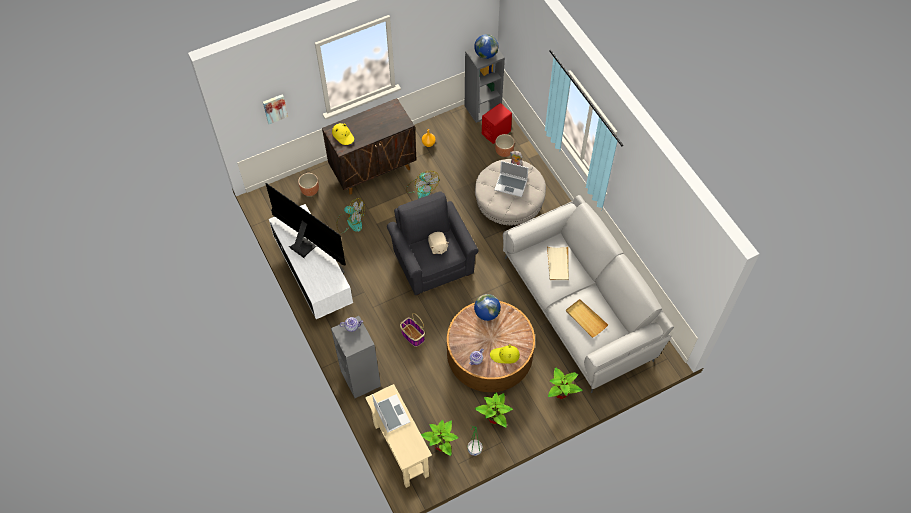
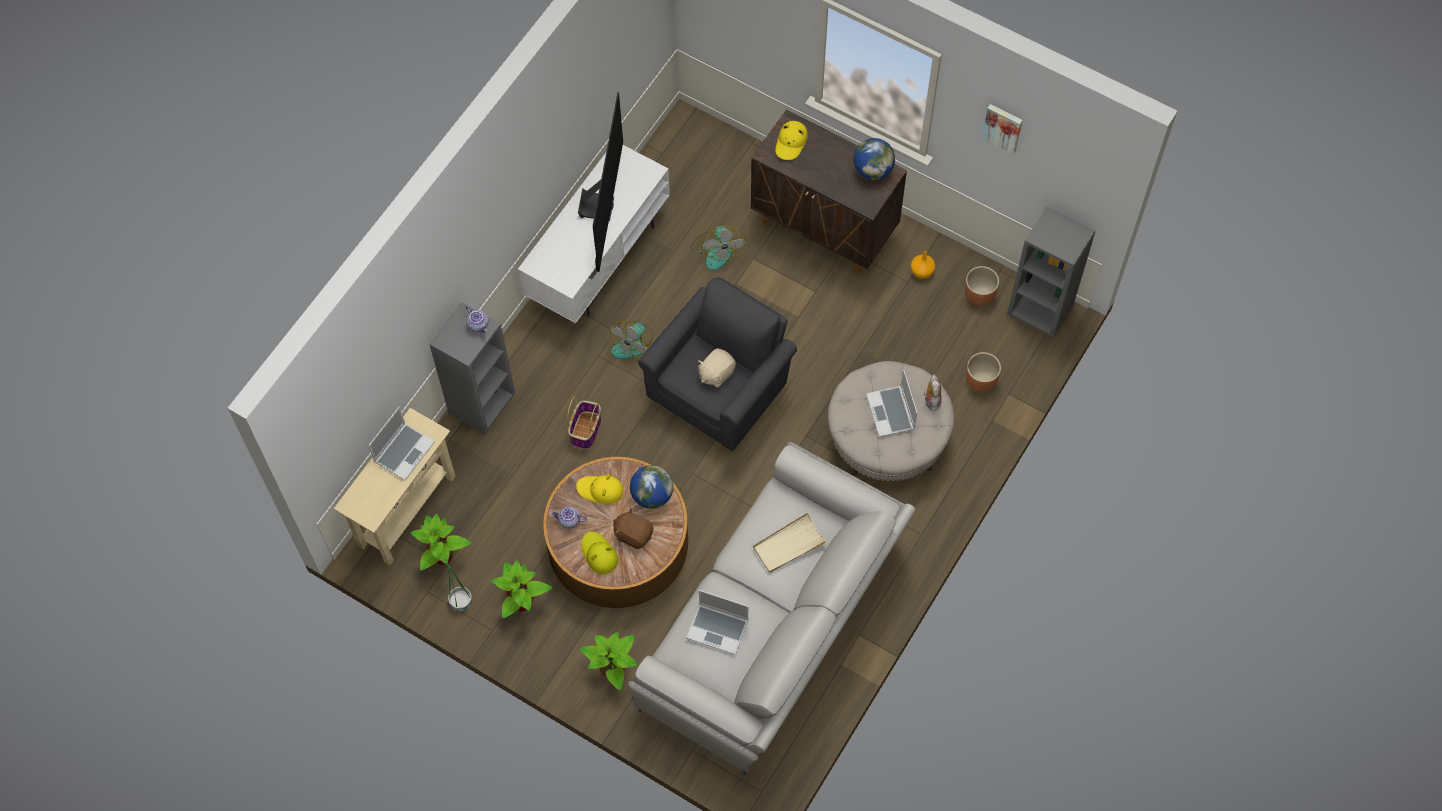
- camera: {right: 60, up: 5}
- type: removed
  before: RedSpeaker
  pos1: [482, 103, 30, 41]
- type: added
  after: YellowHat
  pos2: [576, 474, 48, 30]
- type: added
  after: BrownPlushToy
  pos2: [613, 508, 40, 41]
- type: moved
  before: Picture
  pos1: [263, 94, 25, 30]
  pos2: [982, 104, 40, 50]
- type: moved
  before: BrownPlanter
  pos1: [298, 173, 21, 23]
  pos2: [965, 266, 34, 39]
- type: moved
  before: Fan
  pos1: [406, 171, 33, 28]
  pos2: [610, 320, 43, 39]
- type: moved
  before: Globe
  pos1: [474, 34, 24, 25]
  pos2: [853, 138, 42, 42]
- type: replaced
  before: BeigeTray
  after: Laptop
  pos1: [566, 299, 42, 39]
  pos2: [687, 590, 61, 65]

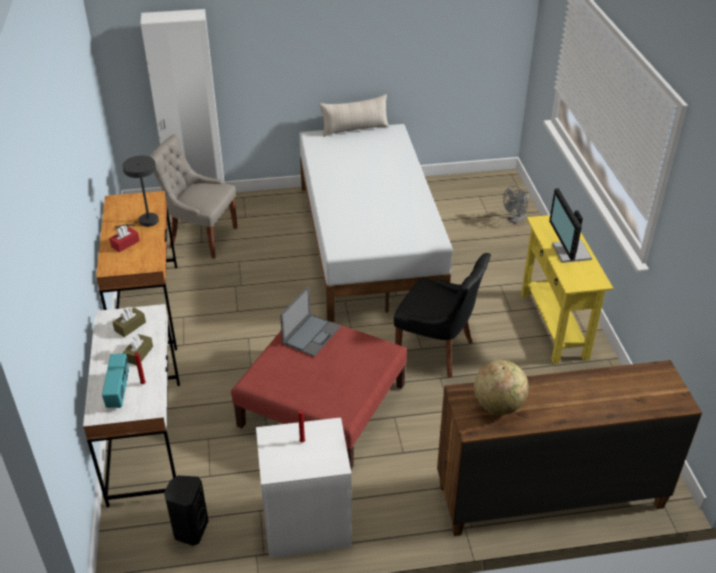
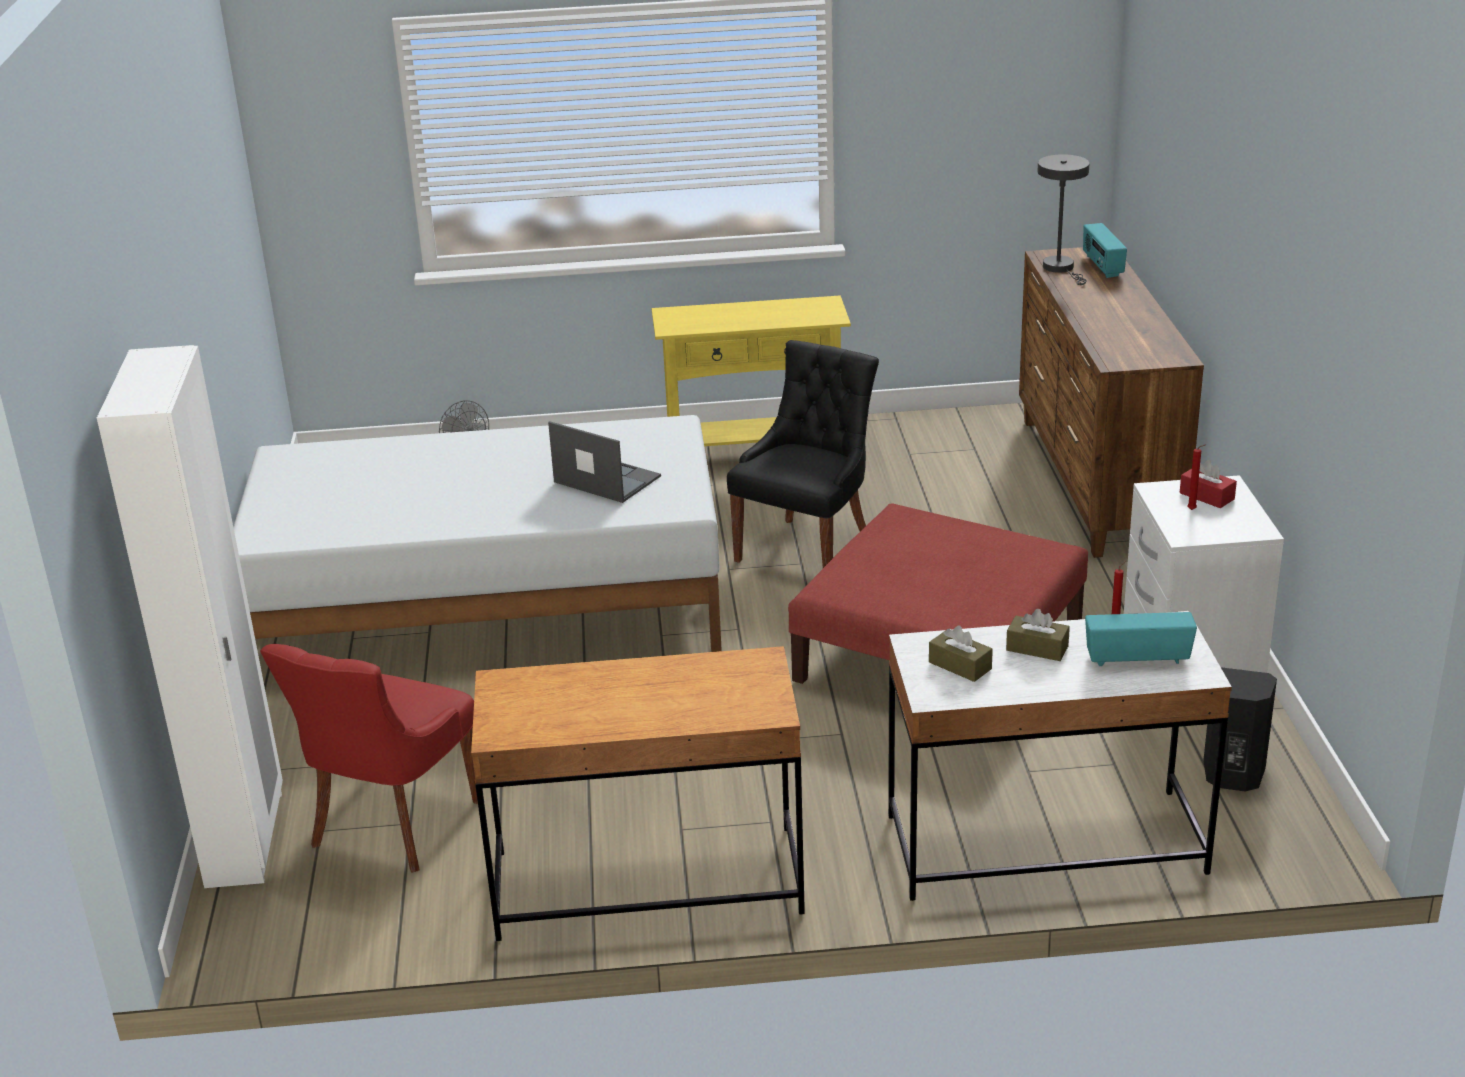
- camera: {right: -85, up: -10}
- type: removed
  before: BeigePillow
  pos1: [319, 94, 70, 43]
- type: removed
  before: Globe
  pos1: [474, 360, 55, 55]
- type: removed
  before: Monitor
  pos1: [549, 188, 43, 75]
- type: added
  after: Radio
  pos2: [1083, 223, 44, 55]
- type: moved
  before: RedTissueBox
  pos1: [109, 226, 31, 26]
  pos2: [1180, 460, 57, 48]
- type: moved
  before: GreyTableLamp
  pos1: [115, 155, 44, 74]
  pos2: [1037, 154, 53, 131]
- type: moved
  before: Laptop
  pos1: [280, 286, 61, 71]
  pos2: [548, 421, 113, 82]
- type: recoloured
  before: GreyChair
  after: RedChair
  pos1: [150, 134, 87, 125]
  pos2: [260, 644, 218, 229]

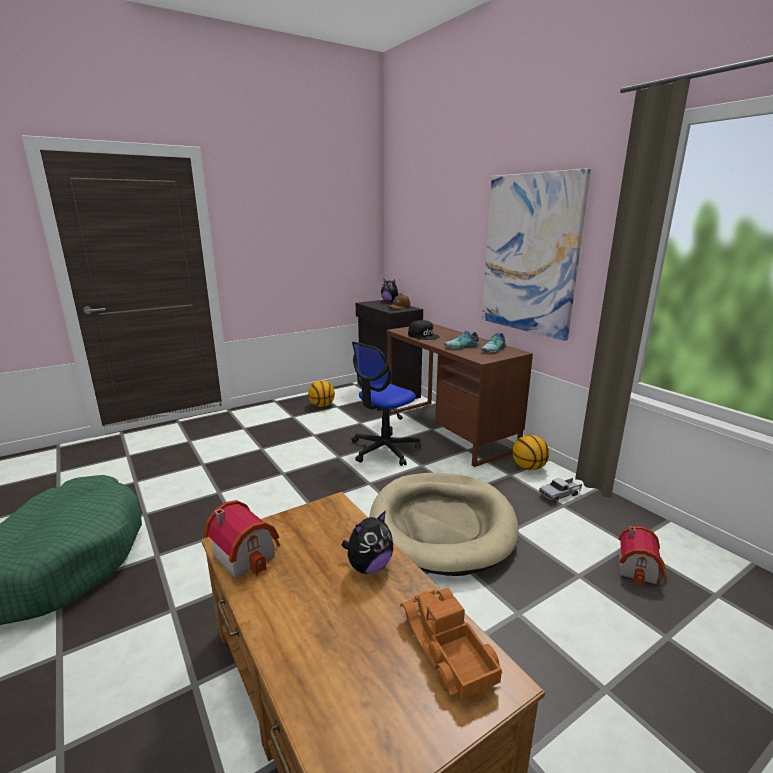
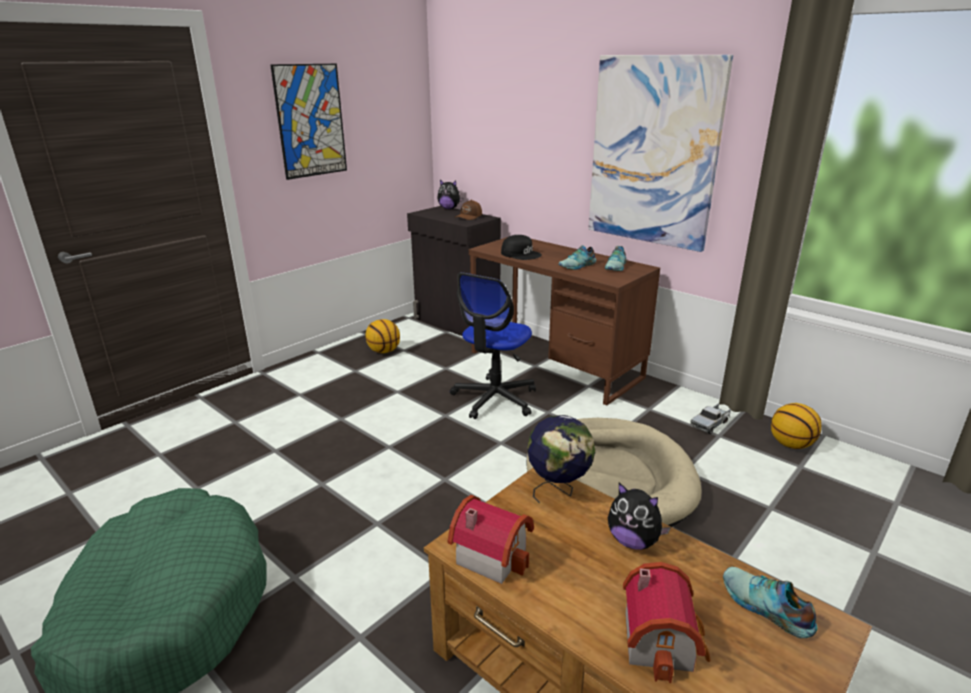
- camera: {right: -15, up: 5}
- type: added
  after: Picture
  pos2: [270, 64, 77, 116]
- type: added
  after: Globe
  pos2: [527, 415, 68, 89]
- type: moved
  before: Basketball
  pos1: [513, 435, 36, 35]
  pos2: [771, 403, 51, 46]
- type: moved
  before: ToyHouse
  pos1: [619, 526, 48, 60]
  pos2: [623, 562, 88, 121]
- type: replaced
  before: ToyTruck
  after: Shoe
  pos1: [400, 588, 102, 111]
  pos2: [723, 567, 95, 71]
- type: turned
  before: PlushToy
  pos1: [341, 510, 52, 64]
  pos2: [608, 483, 63, 67]
  turn: 90

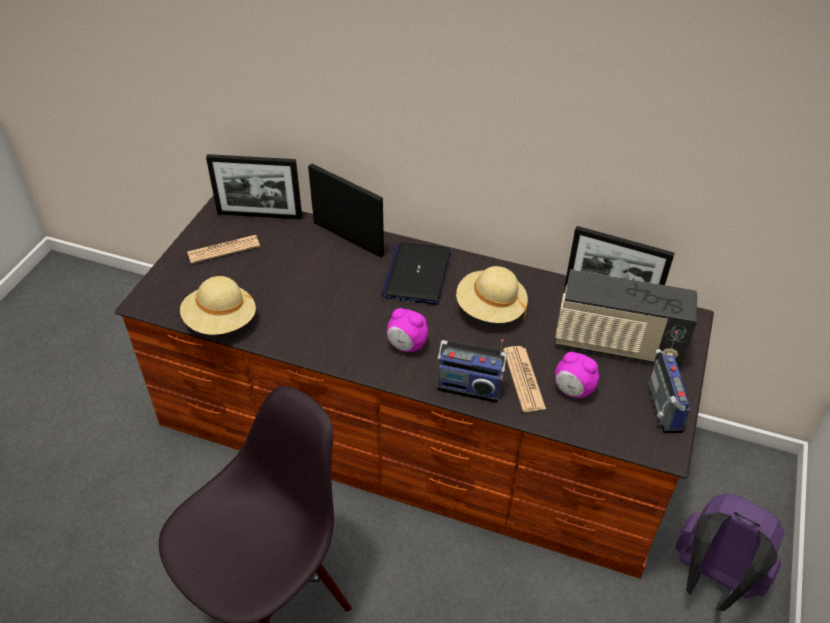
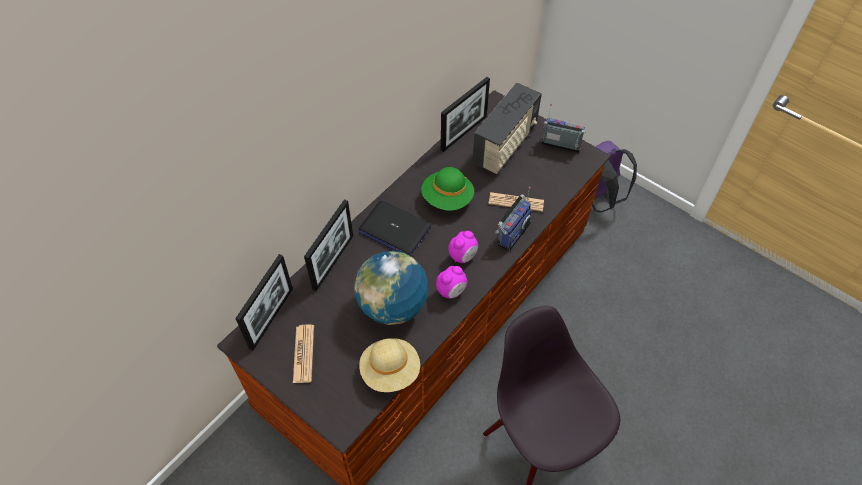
- camera: {right: -70, up: 10}
- type: added
  after: Globe
  pos2: [354, 251, 74, 74]
- type: moved
  before: AlarmClock
  pos1: [555, 352, 44, 46]
  pos2: [436, 266, 31, 33]
- type: recoloured
  before: BeigeHat
  after: GreenHat
  pos1: [456, 266, 72, 57]
  pos2: [421, 167, 53, 44]
- type: turned
  before: PictureFrame
  pos1: [308, 163, 76, 95]
  pos2: [304, 199, 49, 92]
  turn: 150

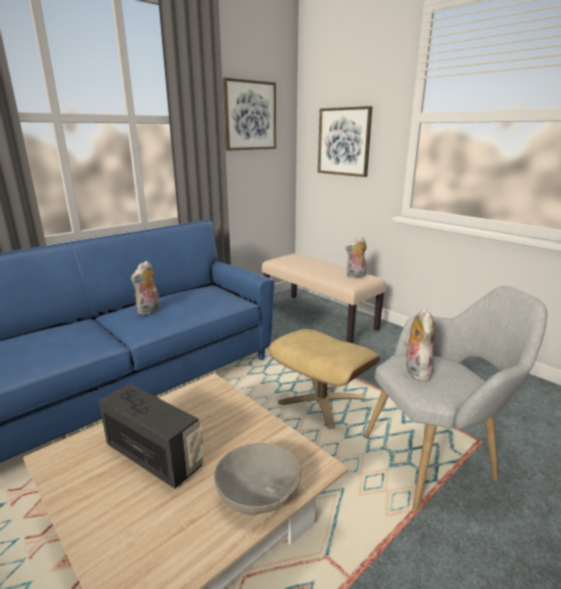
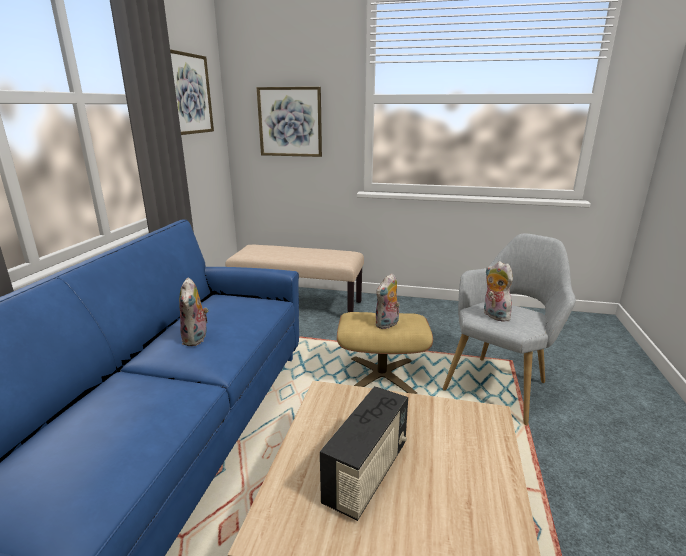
- camera: {right: -35, up: 0}
- type: removed
  before: GreyBowl
  pos1: [214, 443, 87, 72]
- type: moved
  before: PlushToy
  pos1: [345, 237, 22, 41]
  pos2: [375, 273, 25, 56]
- type: turned
  before: Radio
  pos1: [99, 384, 105, 105]
  pos2: [320, 386, 88, 135]
  turn: 120

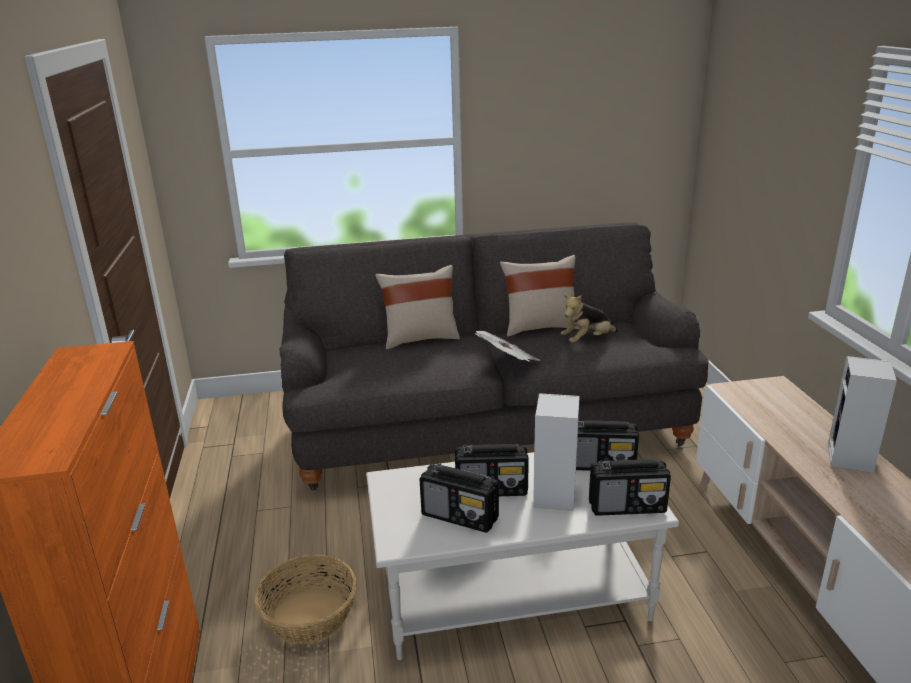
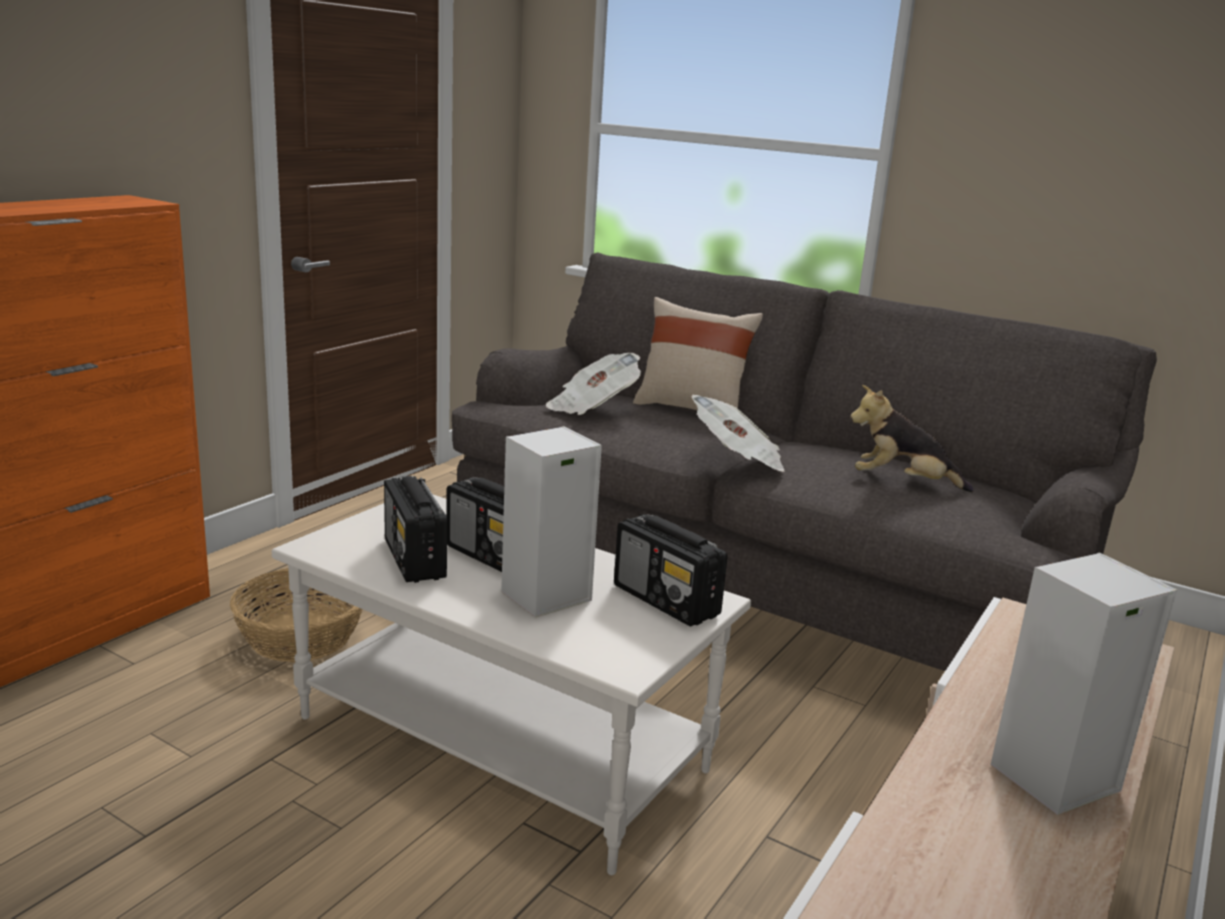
- camera: {right: 40, up: -5}
- type: removed
  before: BeigePillow
  pos1: [500, 255, 79, 82]
- type: removed
  before: Radio
  pos1: [589, 459, 82, 57]
- type: added
  after: Newspaper
  pos2: [546, 353, 95, 62]

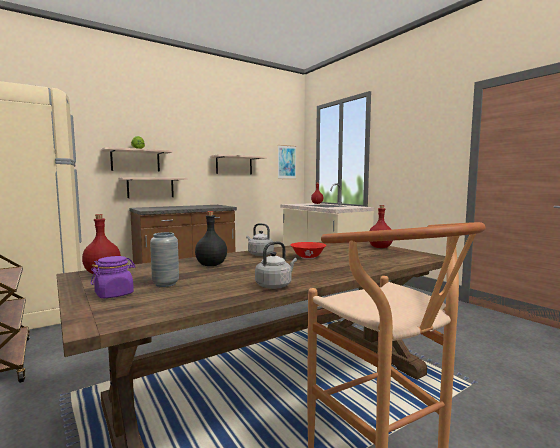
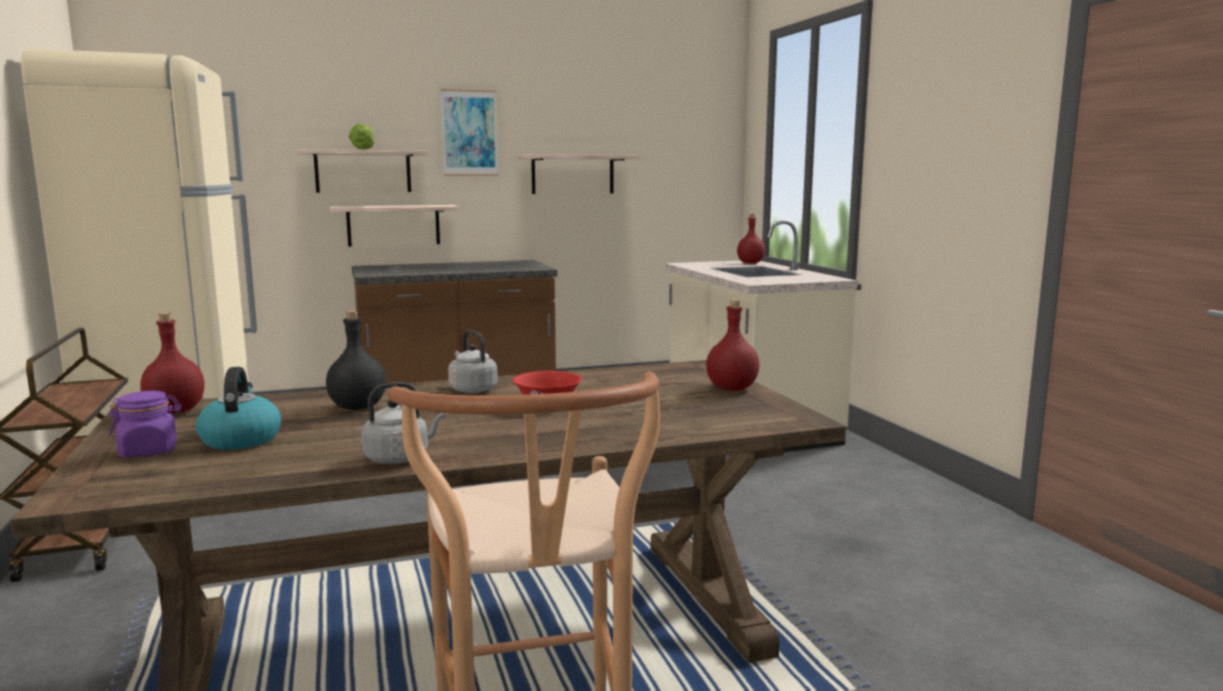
- camera: {right: 15, up: 5}
- type: moved
  before: Picture
  pos1: [278, 145, 18, 34]
  pos2: [440, 89, 59, 87]
- type: replaced
  before: GreyVase
  after: Kettle
  pos1: [150, 232, 29, 55]
  pos2: [196, 367, 85, 83]

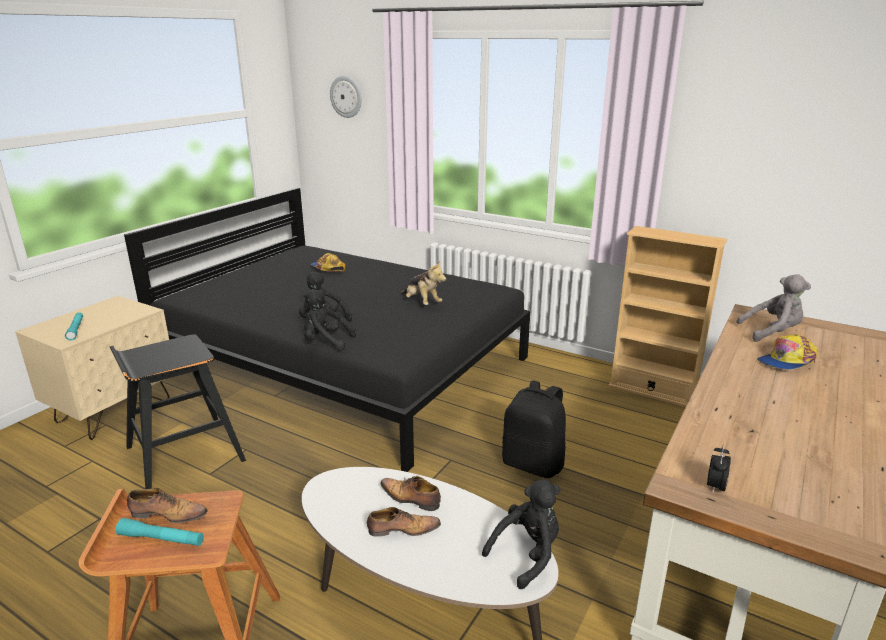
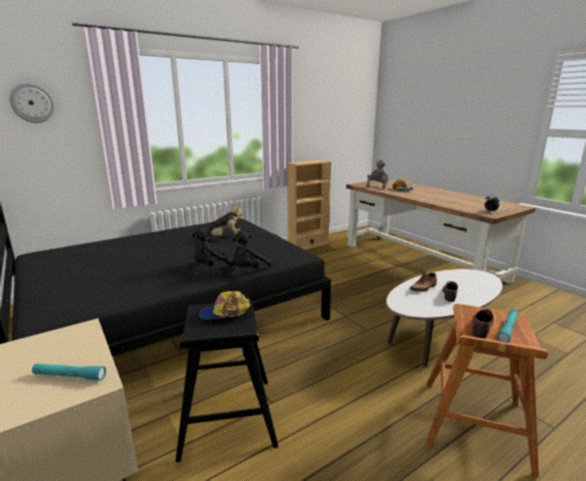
- camera: {right: -65, up: -5}
- type: removed
  before: BlackPlushToy
  pos1: [482, 479, 79, 110]
- type: removed
  before: BlackBackpack
  pos1: [502, 380, 64, 98]
- type: moved
  before: Cap
  pos1: [311, 253, 35, 19]
  pos2: [199, 291, 51, 29]

